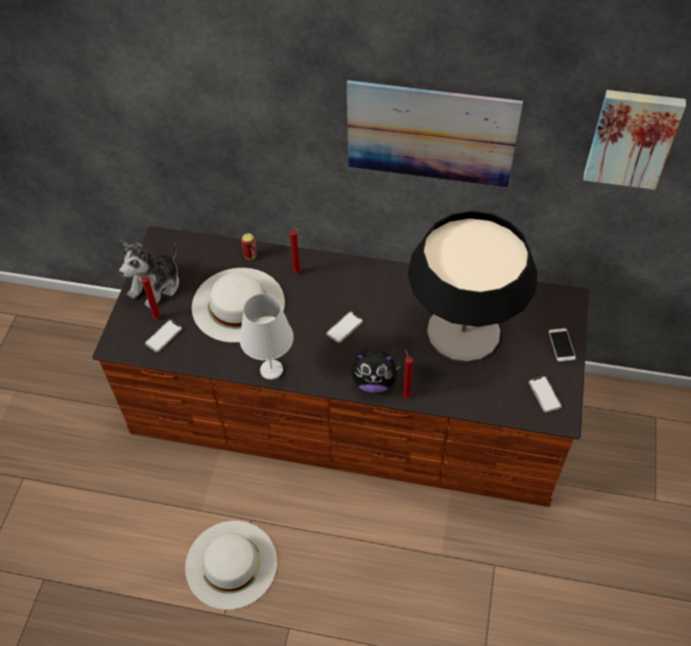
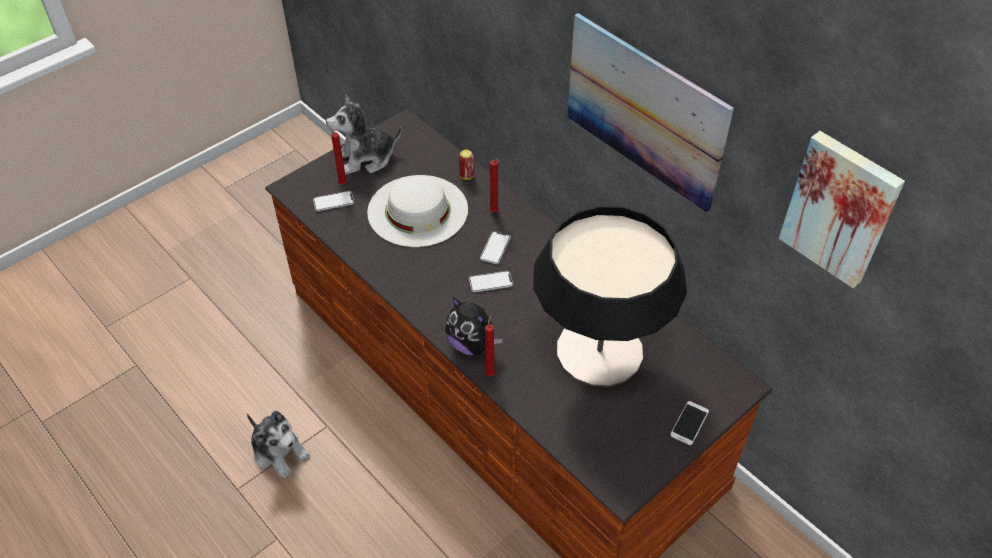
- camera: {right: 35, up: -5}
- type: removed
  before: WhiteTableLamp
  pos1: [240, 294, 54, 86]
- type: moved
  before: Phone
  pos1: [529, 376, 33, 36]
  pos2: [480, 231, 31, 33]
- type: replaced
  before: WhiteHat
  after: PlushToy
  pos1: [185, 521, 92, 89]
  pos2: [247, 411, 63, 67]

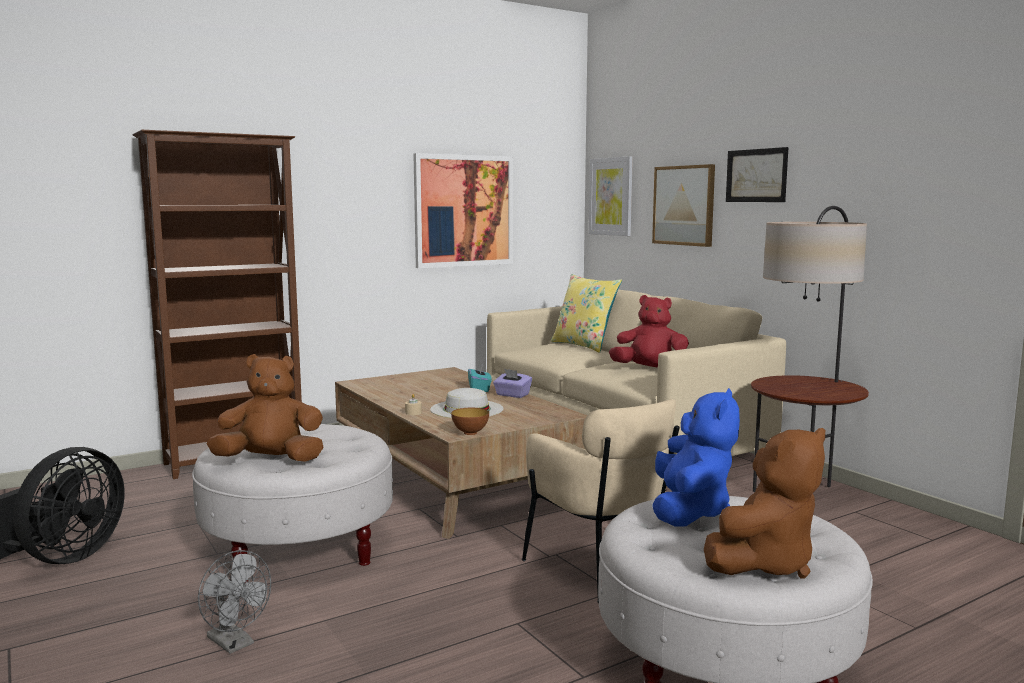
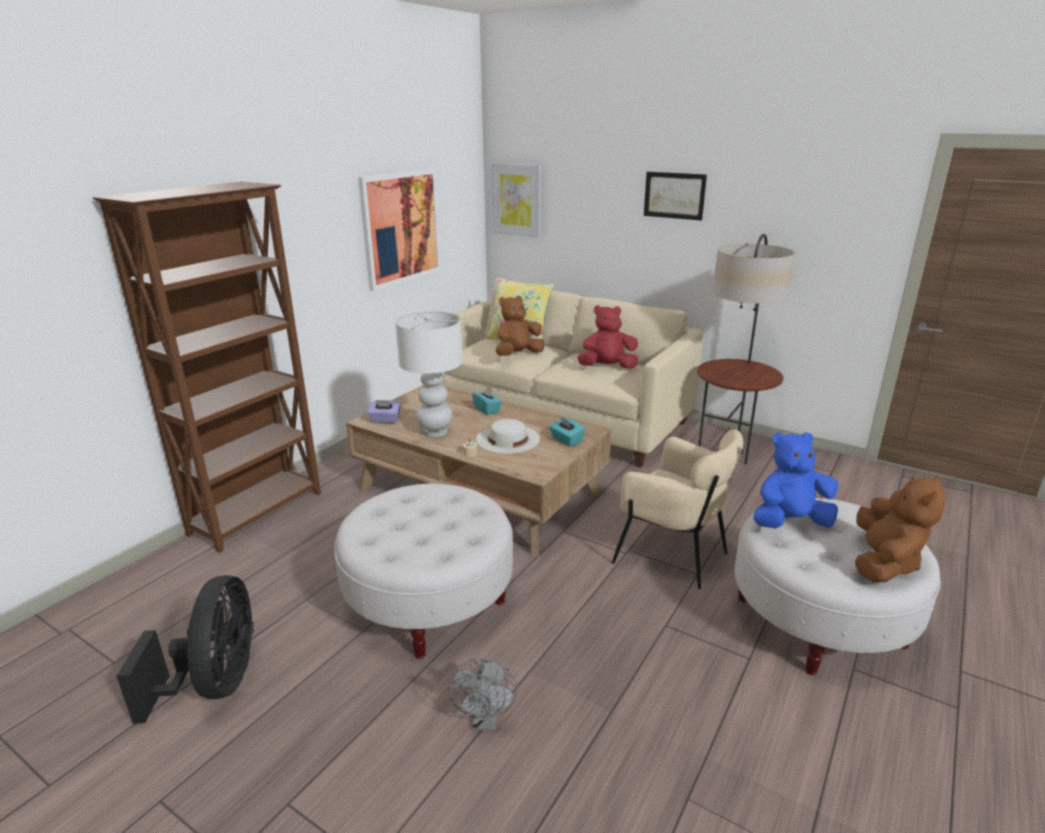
- camera: {right: -25, up: 15}
- type: removed
  before: Bowl
  pos1: [451, 408, 38, 27]
- type: removed
  before: Picture
  pos1: [652, 164, 63, 83]
- type: added
  after: WhiteTableLamp
  pos2: [395, 311, 68, 126]
- type: added
  after: TurquoiseTissueBox
  pos2: [550, 416, 35, 31]
- type: moved
  before: BrownPlushToy
  pos1: [207, 354, 117, 108]
  pos2: [496, 295, 48, 61]
- type: moved
  before: PurpleTissueBox
  pos1: [493, 369, 39, 29]
  pos2: [367, 400, 34, 23]
- type: turned
  before: GreyFan
  pos1: [198, 550, 73, 104]
  pos2: [448, 658, 70, 73]
  turn: 75
- type: turned
  before: BluePlushToy
  pos1: [652, 388, 88, 139]
  pos2: [754, 432, 85, 96]
  turn: -90

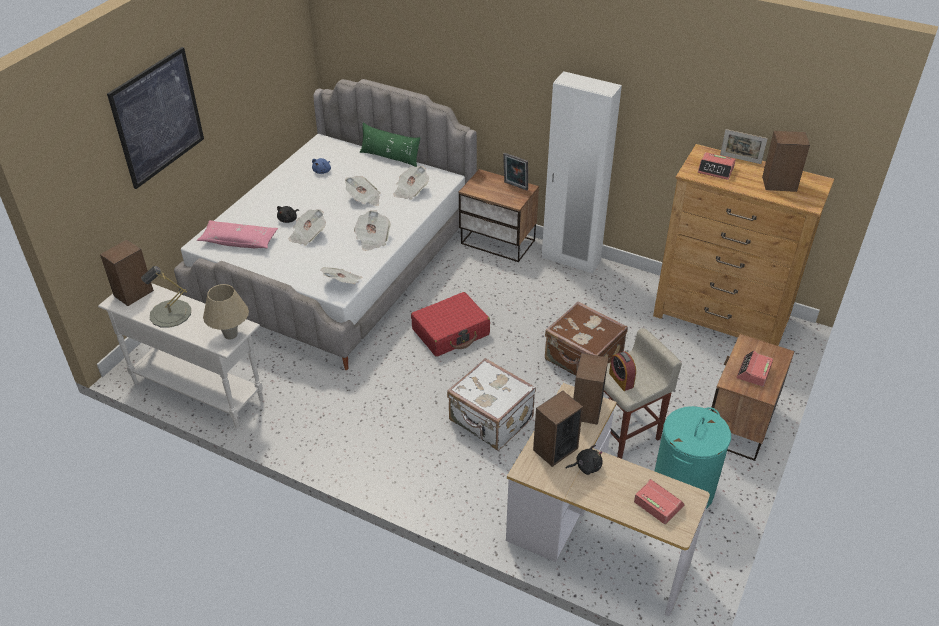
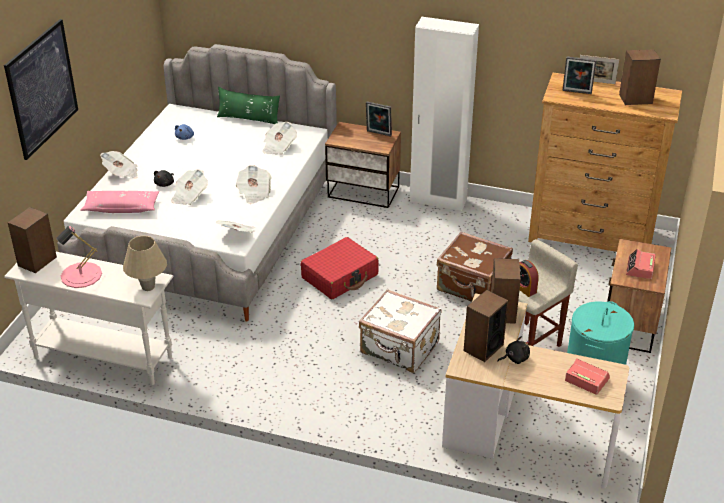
- camera: {right: -10, up: -5}
- type: moved
  before: Newspaper
  pos1: [345, 176, 36, 30]
  pos2: [100, 151, 38, 27]
- type: replaced
  before: AlarmClock
  after: PictureFrame
  pos1: [698, 152, 38, 28]
  pos2: [562, 57, 34, 37]
- type: recoloured
  before: GreyTableLamp
  after: PinkTableLamp
  pos1: [141, 266, 50, 62]
  pos2: [56, 226, 46, 62]

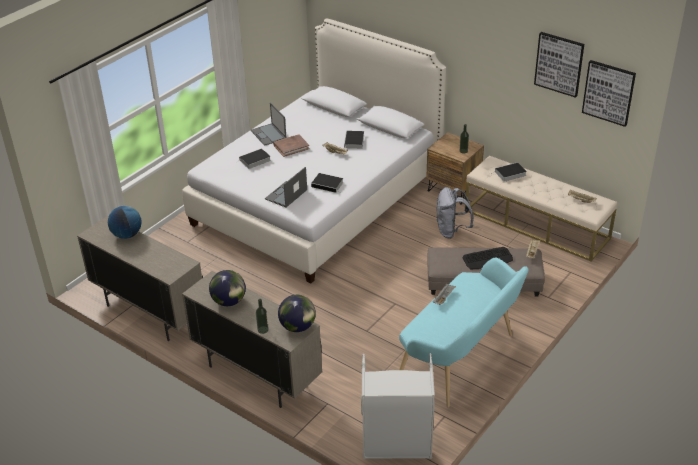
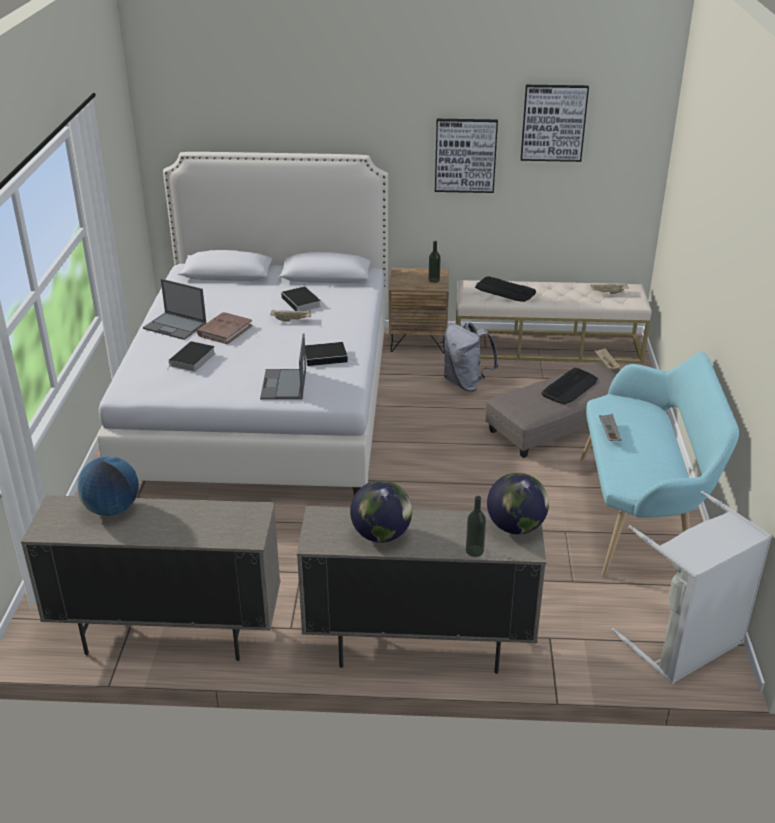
- camera: {right: -35, up: -5}
- type: moved
  before: Picture
  pos1: [582, 60, 54, 67]
  pos2: [435, 119, 63, 74]
- type: replaced
  before: Book
  after: Keyboard
  pos1: [491, 162, 36, 20]
  pos2: [475, 276, 61, 26]

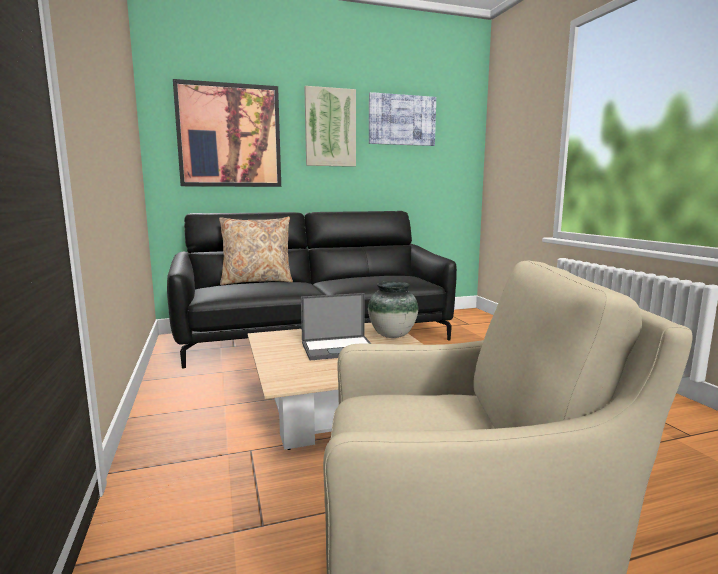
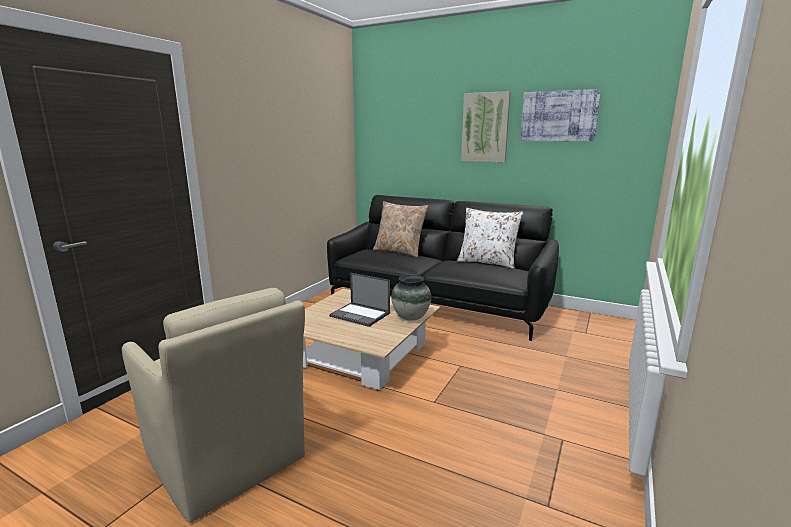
- camera: {right: 45, up: 5}
- type: removed
  before: Picture
  pos1: [173, 79, 108, 108]
- type: added
  after: WhitePillow
  pos2: [457, 208, 66, 61]

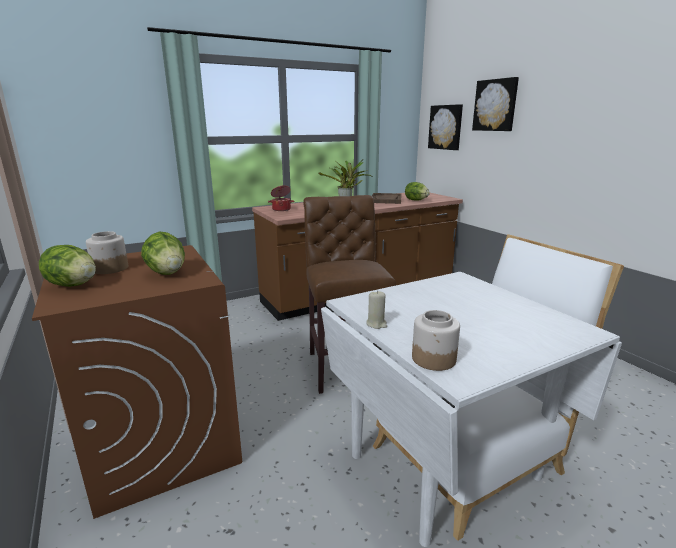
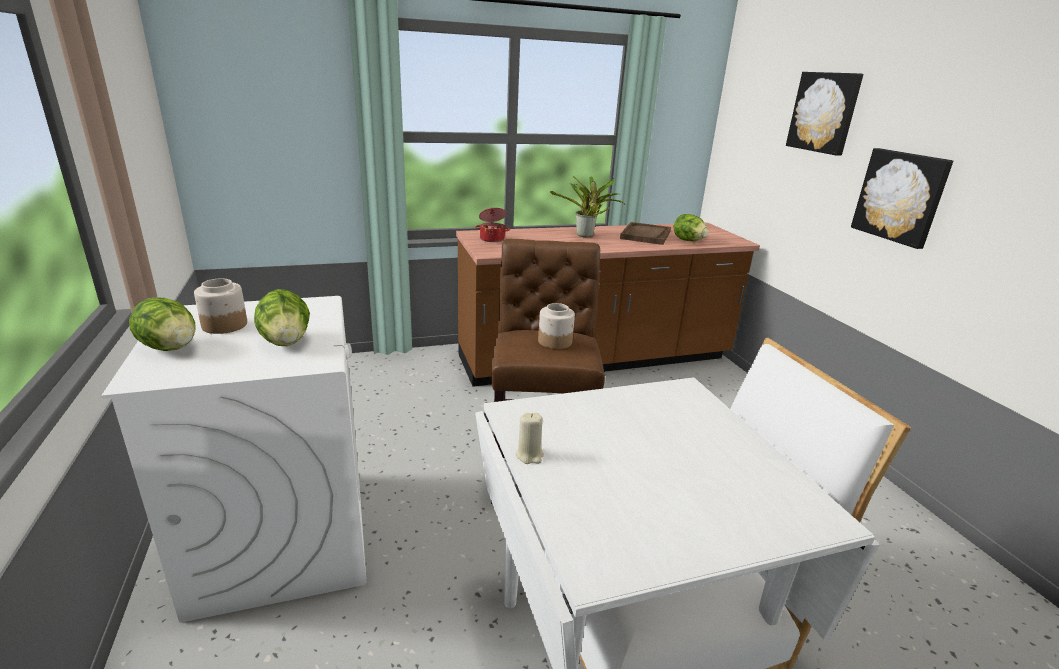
- camera: {right: 10, up: 5}
- type: moved
  before: Jar
  pos1: [412, 310, 48, 61]
  pos2: [538, 303, 37, 46]
- type: moved
  before: Picture
  pos1: [428, 104, 35, 46]
  pos2: [851, 148, 102, 101]
- type: recoloured
  before: BrownWashingMachine
  after: WhiteWashingMachine
  pos1: [32, 245, 210, 274]
  pos2: [101, 296, 265, 327]

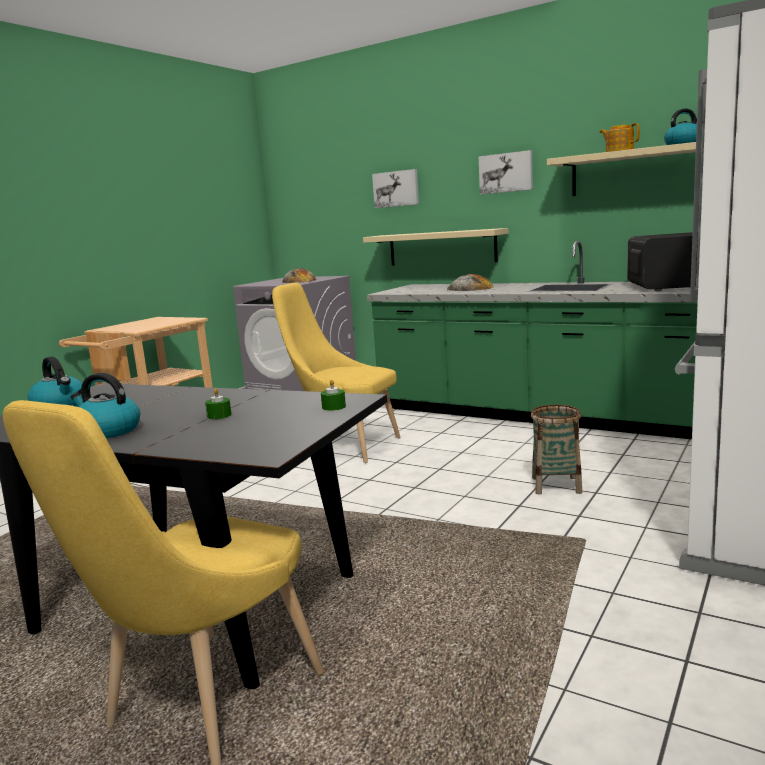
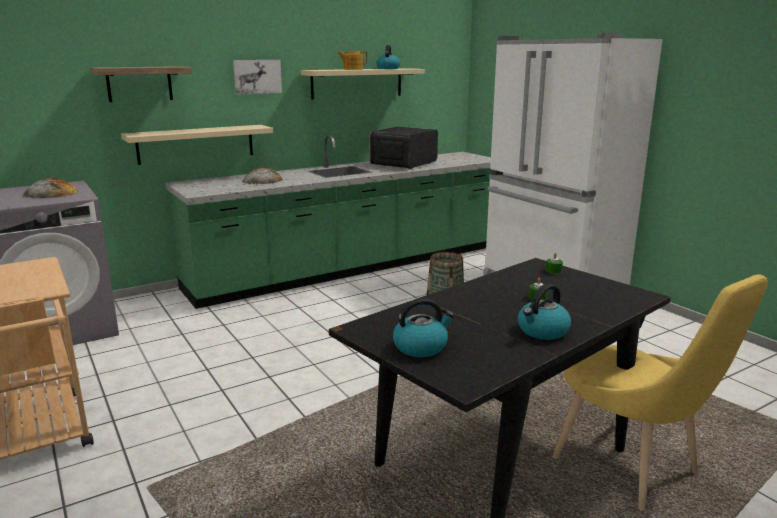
- camera: {right: -65, up: 5}
- type: removed
  before: YellowChair
  pos1: [272, 283, 128, 180]
- type: replaced
  before: Picture
  after: Shelf
  pos1: [372, 169, 47, 39]
  pos2: [91, 66, 101, 36]

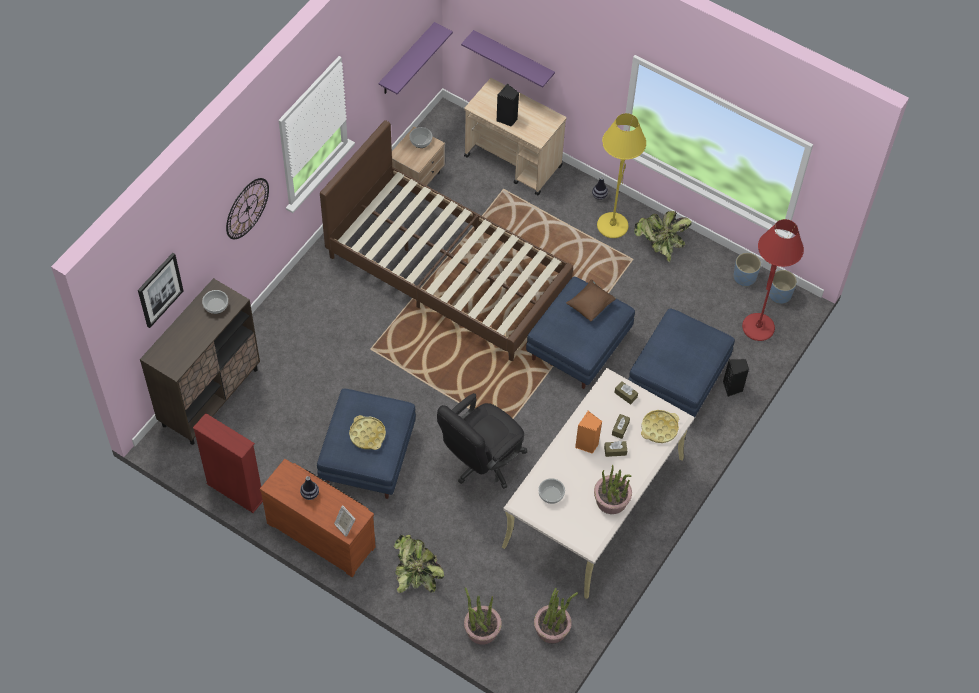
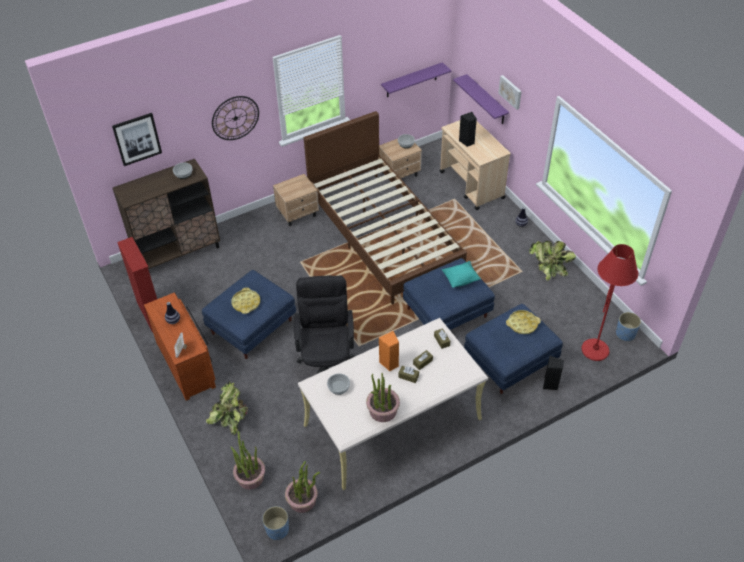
- camera: {right: 30, up: -10}
- type: removed
  before: YellowFloorLamp
  pos1: [597, 113, 49, 125]
- type: added
  after: BeigeNightstand
  pos2: [273, 174, 46, 52]
- type: added
  after: Picture
  pos2: [498, 75, 24, 35]
- type: moved
  before: YellowTray
  pos1: [641, 410, 38, 33]
  pos2: [506, 310, 35, 24]
- type: moved
  before: BluePlanter
  pos1: [733, 252, 28, 35]
  pos2: [262, 506, 27, 34]
- type: recoloured
  before: BrownPillow
  after: TurquoisePillow
  pos1: [566, 279, 50, 42]
  pos2: [442, 261, 39, 27]
- type: turned
  before: BlackOfficeChair
  pos1: [437, 393, 90, 96]
  pos2: [294, 276, 61, 98]
  turn: 105

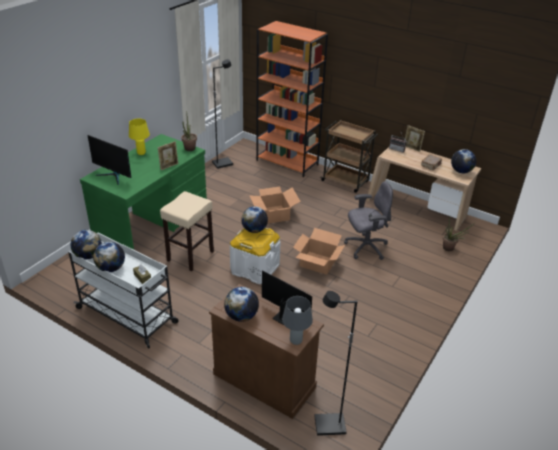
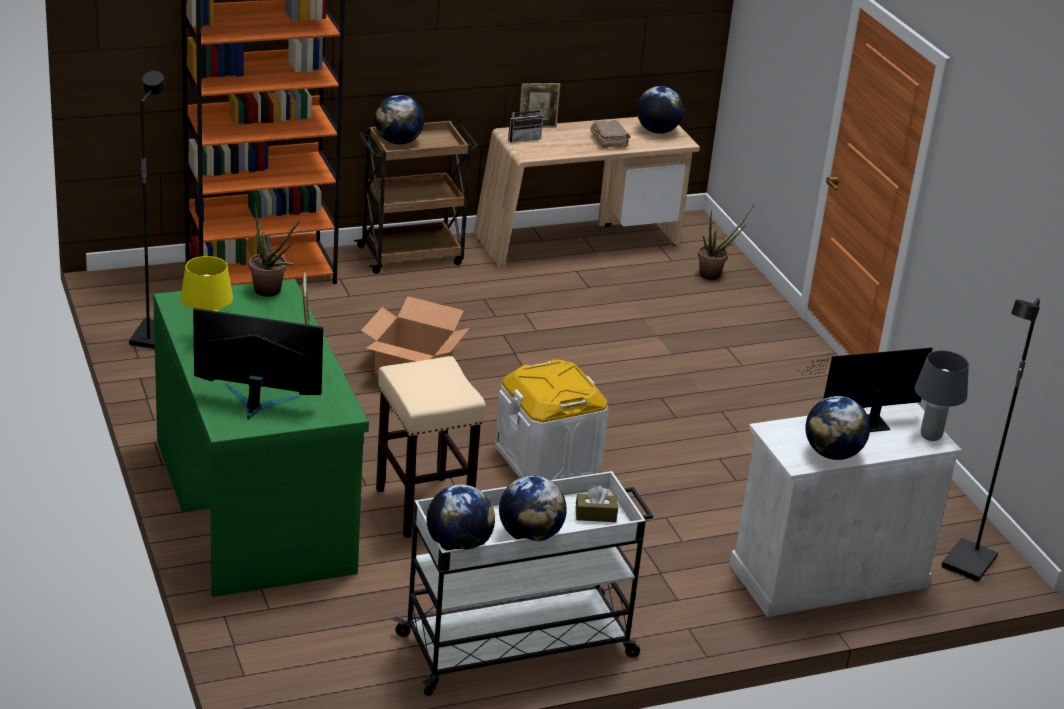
- camera: {right: -55, up: -5}
- type: removed
  before: CardboardBox
  pos1: [293, 228, 52, 47]
- type: removed
  before: GreyOfficeChair
  pos1: [344, 181, 49, 79]
- type: moved
  before: Globe
  pos1: [241, 206, 27, 27]
  pos2: [375, 95, 49, 49]
- type: recoloured
  before: BrownCabinet
  after: WhiteCabinet
  pos1: [209, 284, 115, 135]
  pos2: [730, 403, 232, 214]
- type: turned
  before: Monitor
  pos1: [87, 135, 44, 50]
  pos2: [193, 308, 130, 111]
  turn: -150

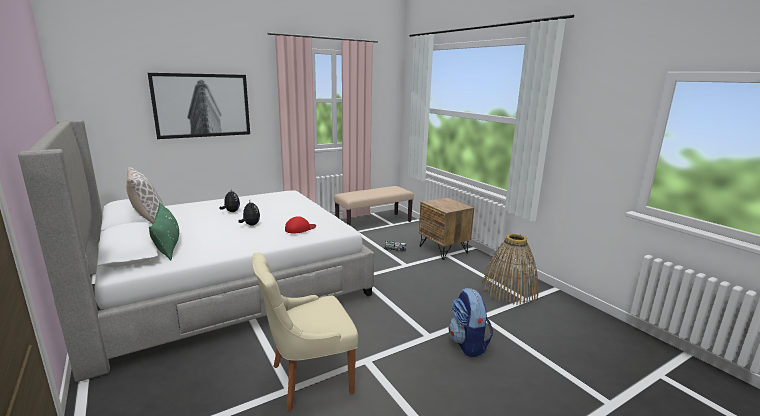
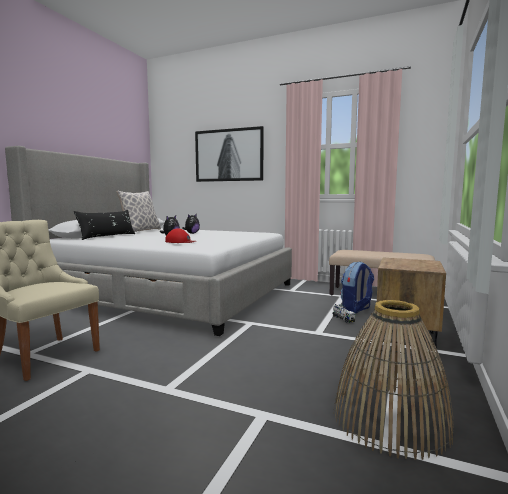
- camera: {right: 55, up: -10}
- type: moved
  before: Backpack
  pos1: [449, 288, 44, 69]
  pos2: [340, 262, 34, 52]
- type: recoloured
  before: GreenPillow
  after: BlackPillow
  pos1: [149, 203, 30, 57]
  pos2: [74, 210, 61, 30]

